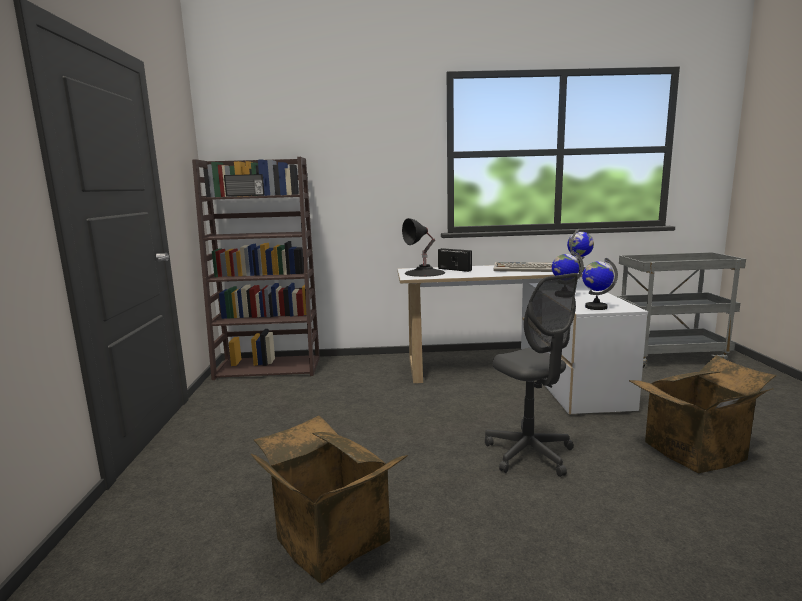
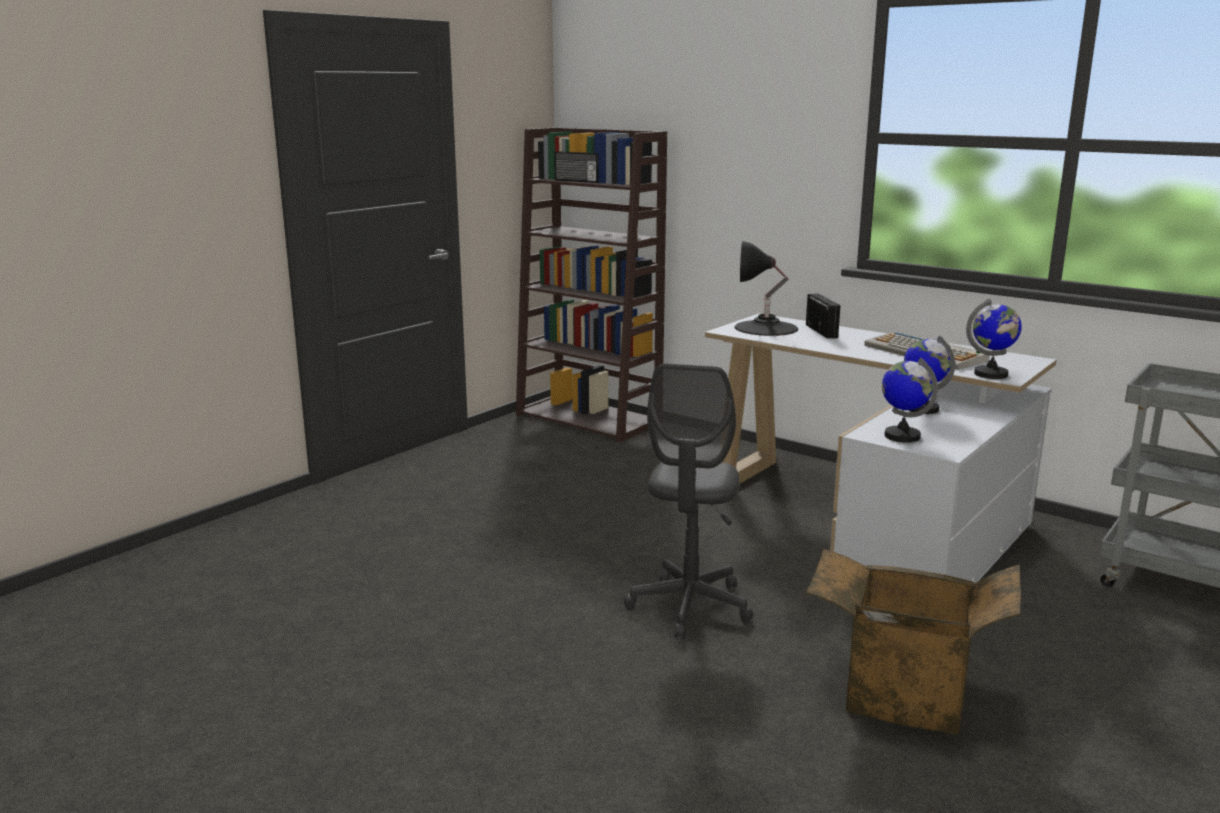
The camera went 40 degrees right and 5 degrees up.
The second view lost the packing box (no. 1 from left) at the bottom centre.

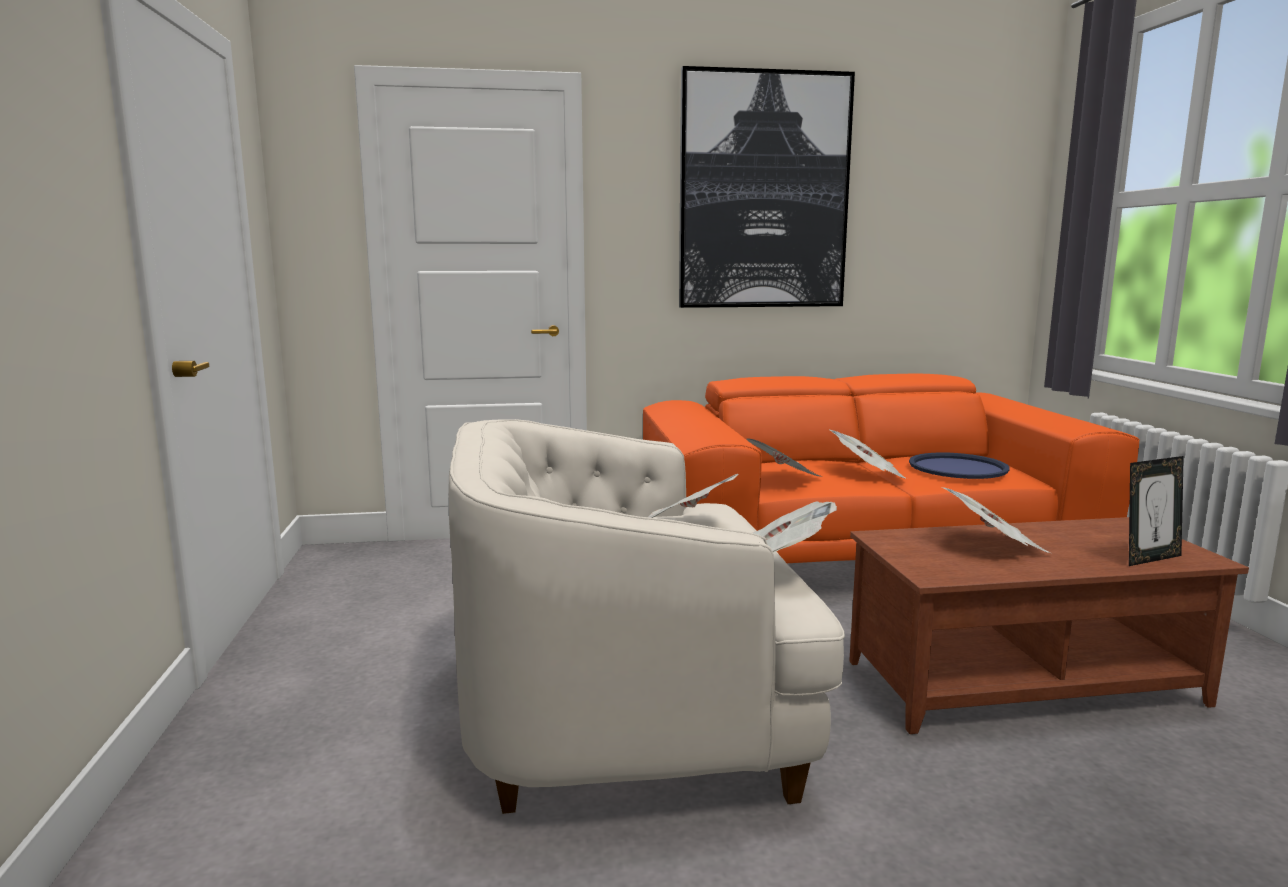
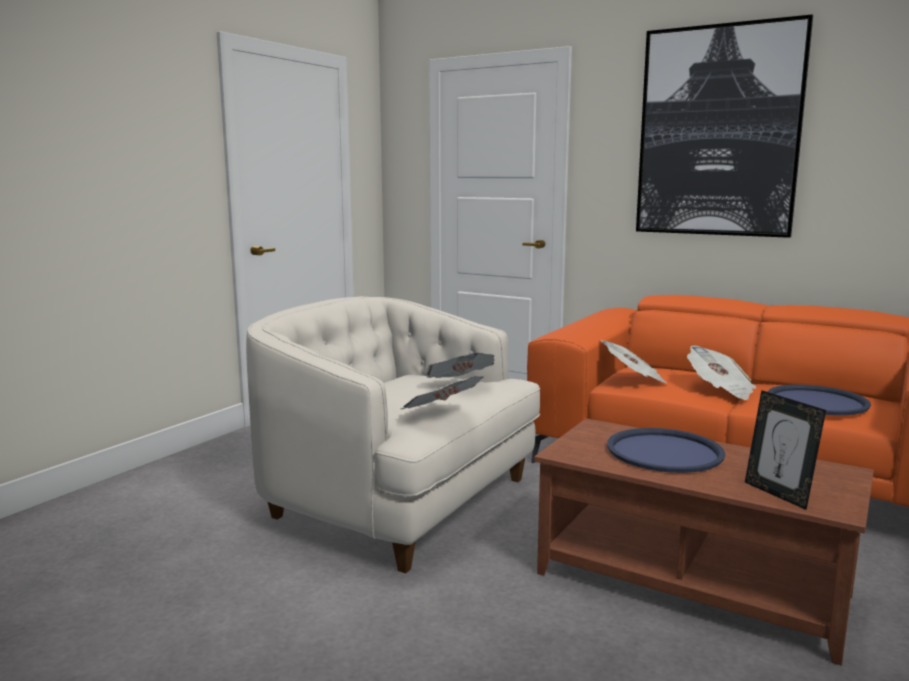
The camera went 40 degrees right and 0 degrees up.
Where the daily paper (no. 5 from left) stood at the middle right, the serving tray (blue-coloured) (no. 1 from left) came to stand at the middle right.
The photo frame at the middle right ended up facing another way, 45 degrees clockwise from before.

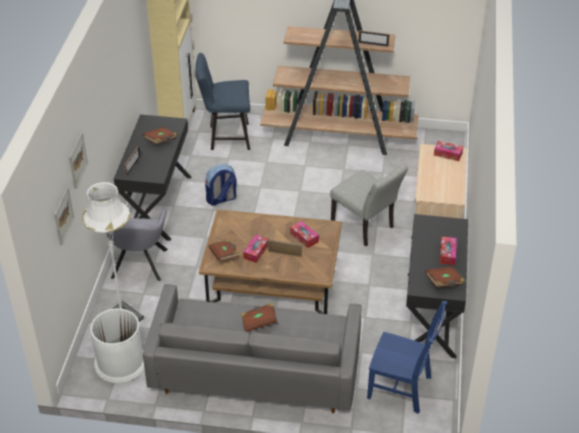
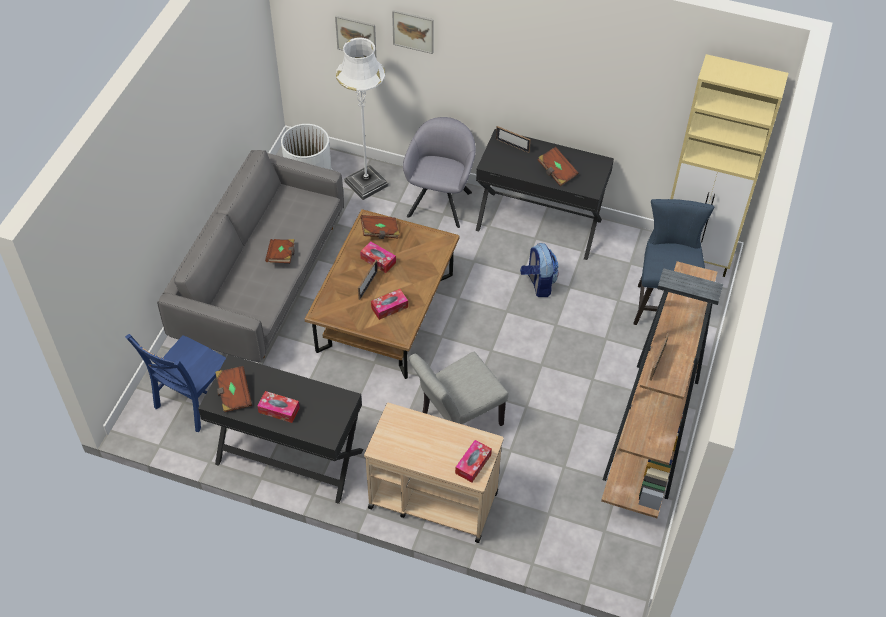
The camera went 100 degrees right and 10 degrees up.
The easy chair (gray) at the middle left ended up facing another way, 90 degrees clockwise from before.

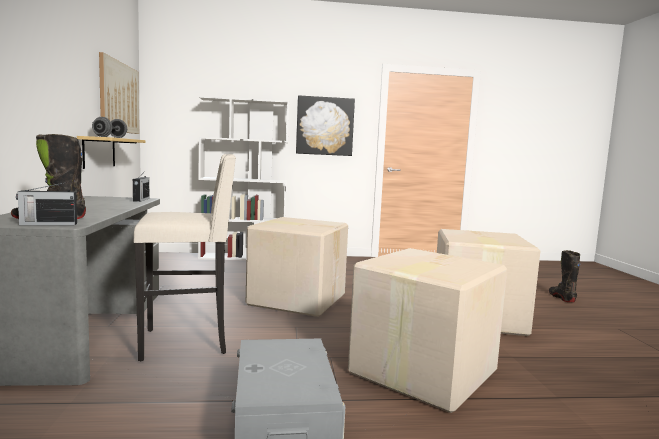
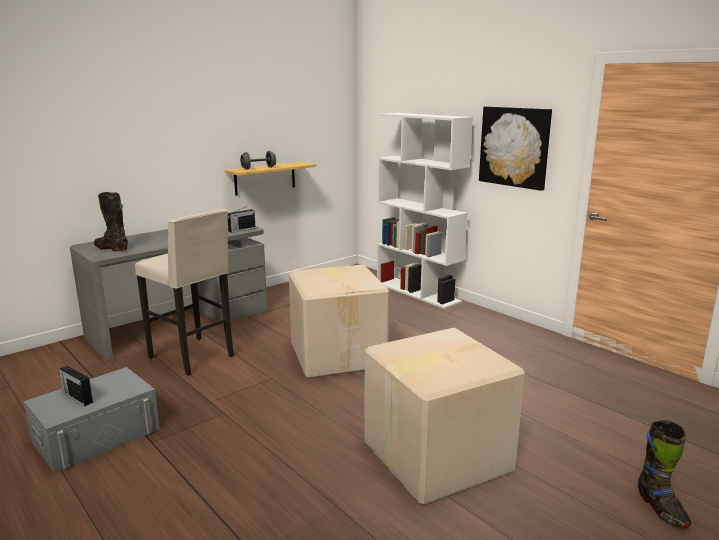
The camera went 55 degrees right and 10 degrees up.
The radio (no. 1 from left) ended up elsewhere, having gone from the middle left to the bottom left.
The boot (black) (no. 2 from left) at the middle right ended up facing another way, 120 degrees clockwise from before.
The second view lost the wall art (no. 1 from left) at the top left.
The second view lost the packing box (no. 2 from left) at the bottom centre.

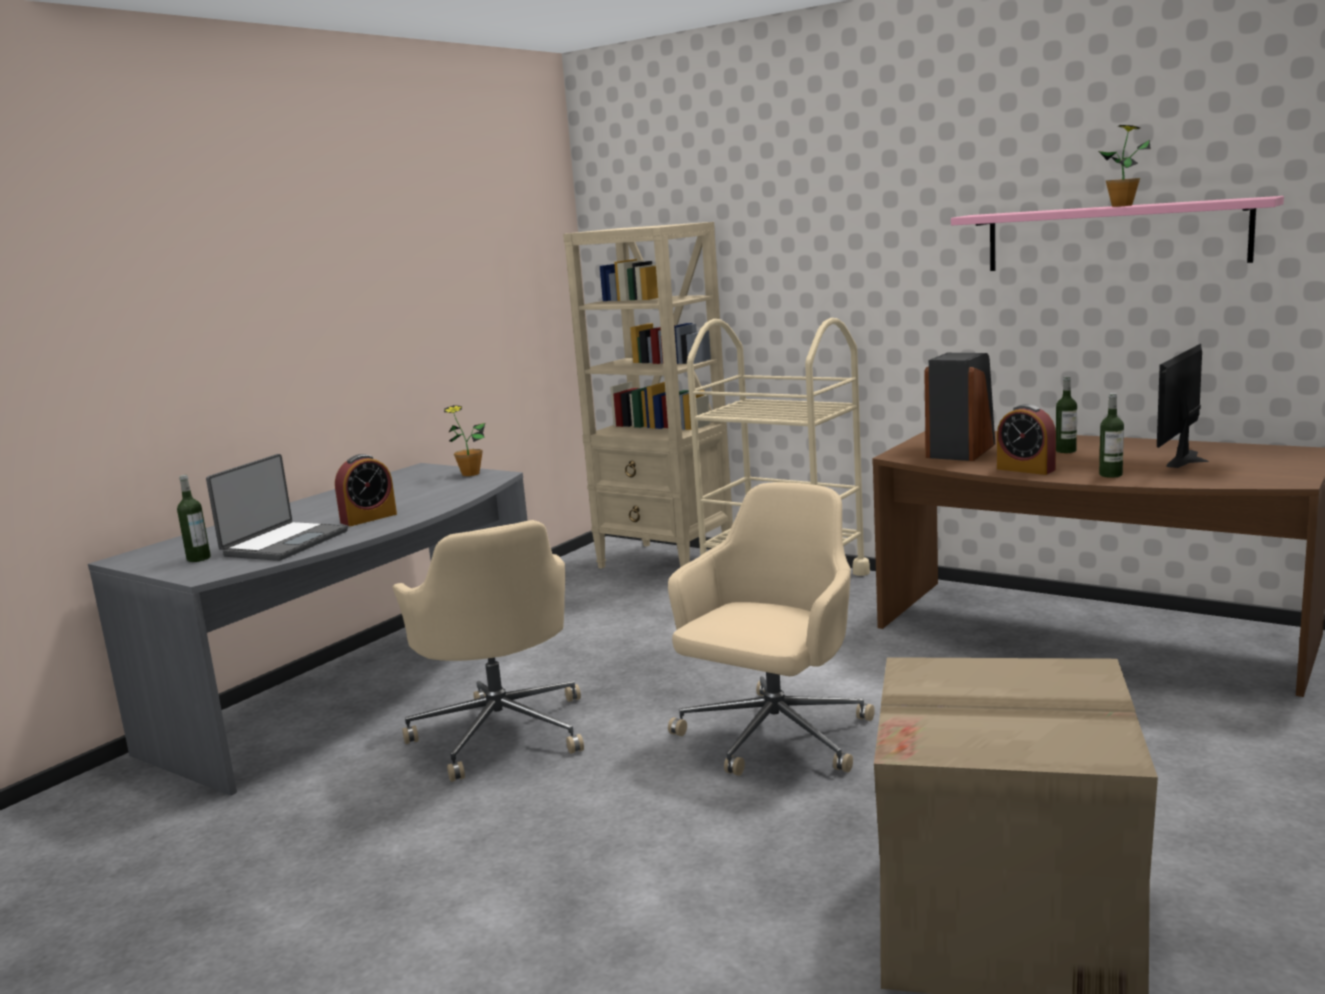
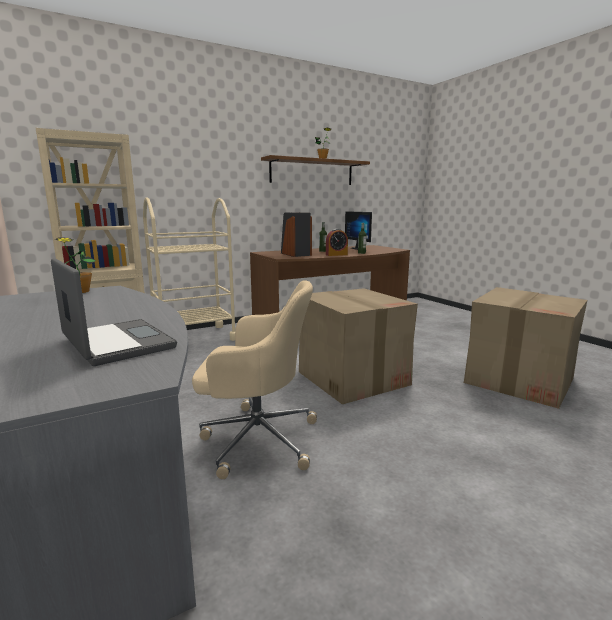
The camera went 65 degrees left and 0 degrees up.
What was the bracket shelf (pink-coloured) at the top right turned into the bracket shelf (brown) at the top centre.
Where the computer chair (sand-coloured) (no. 2 from left) stood at the centre, the packing box (no. 1 from left) came to stand at the centre.
The second view lost the drink bottle (no. 1 from left) at the middle left.
The second view lost the table clock (no. 1 from left) at the middle left.

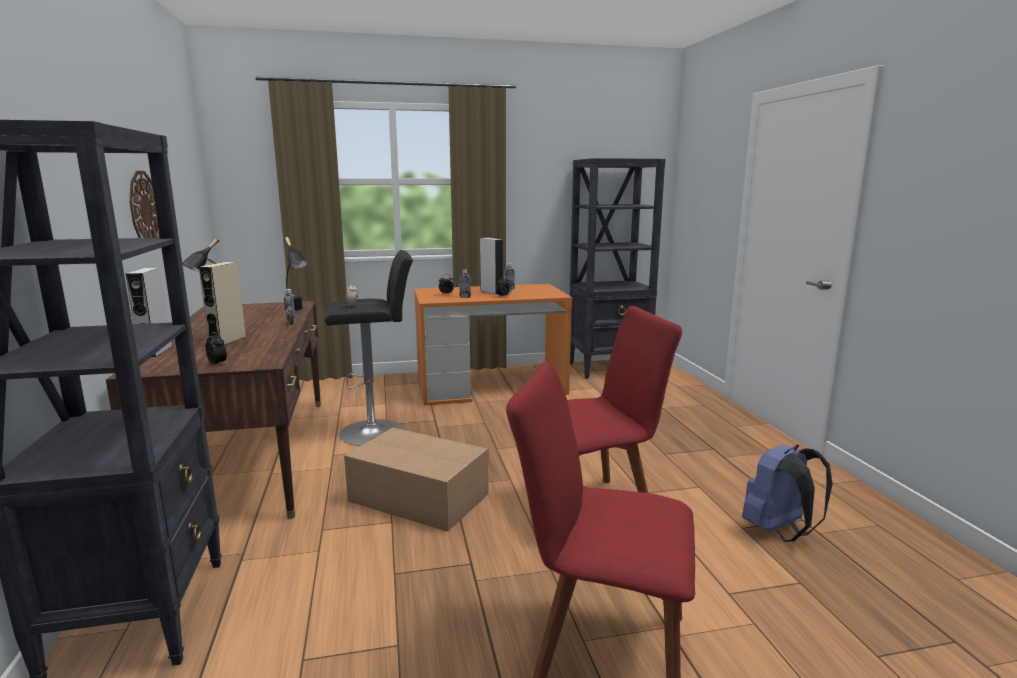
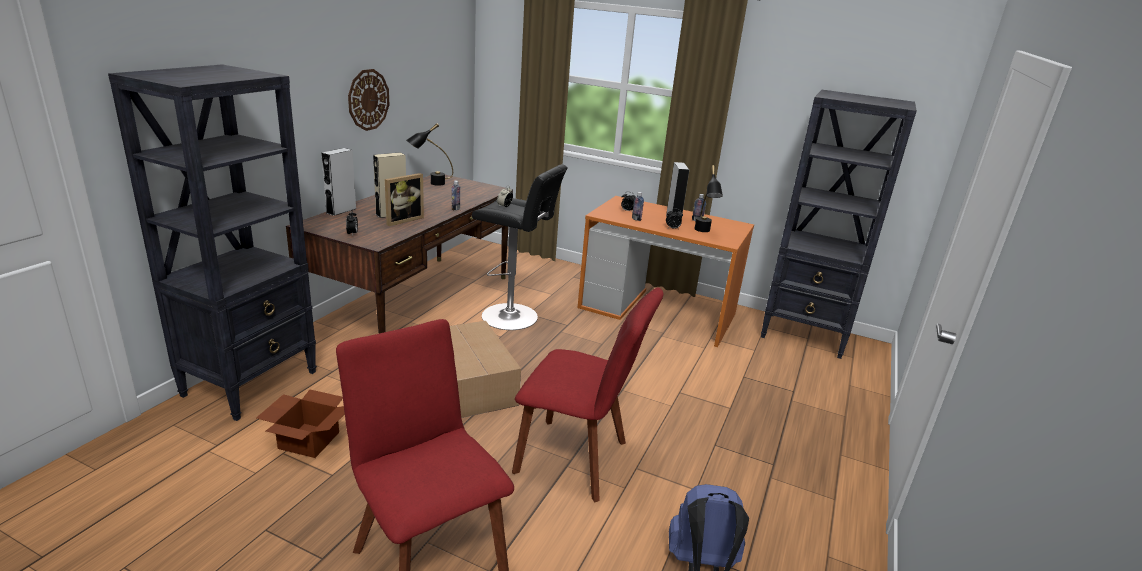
The camera went 35 degrees right and 10 degrees up.
The second view gained the packing box (no. 1 from left) at the bottom left.
The second view gained the photo frame at the centre.
The tabletop lamp (black) (no. 2 from left) ended up elsewhere, having gone from the middle left to the centre.

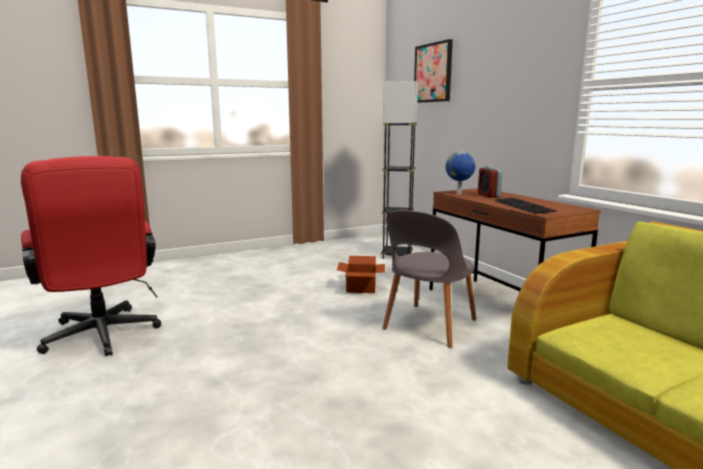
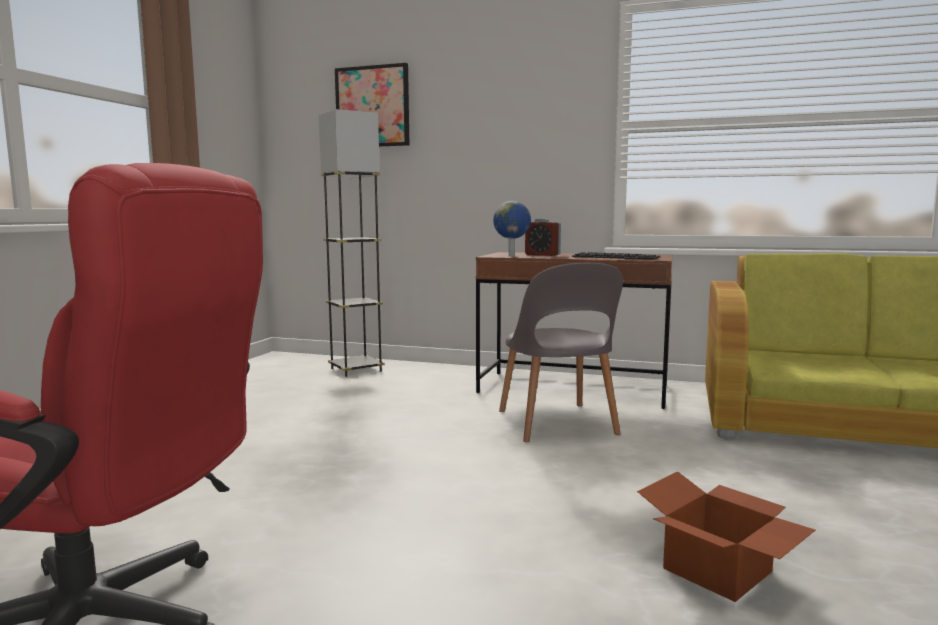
The camera went 45 degrees left and 5 degrees down.
The packing box ended up elsewhere, having gone from the centre to the bottom right.

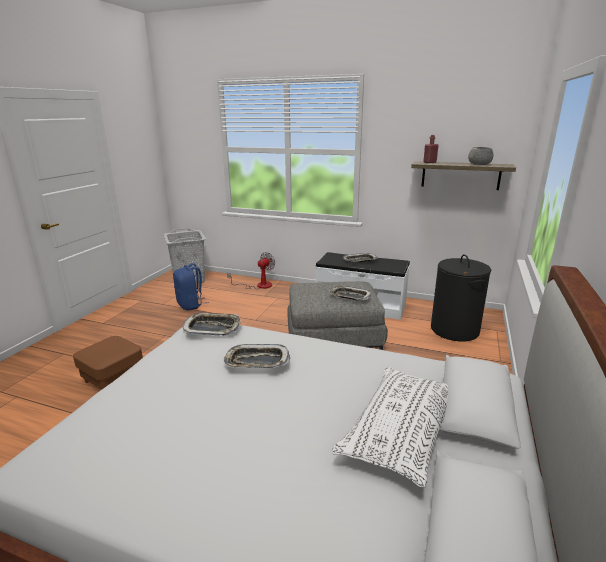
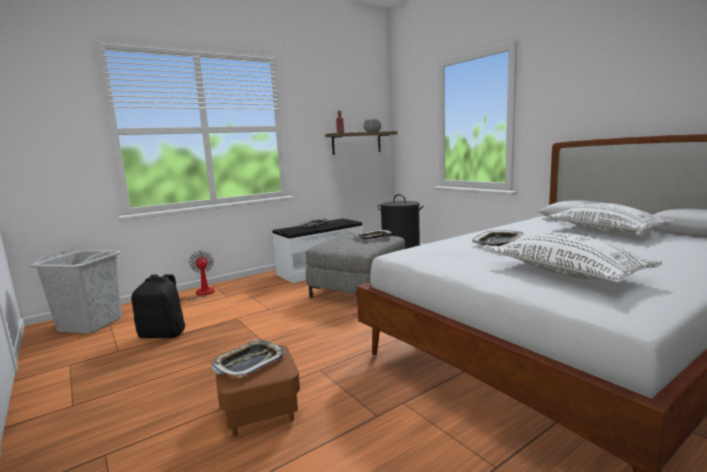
The camera went 55 degrees left and 10 degrees down.
What was the rucksack (blue-coloured) at the middle left turned into the rucksack (black) at the middle left.
The serving tray (no. 1 from left) ended up elsewhere, having gone from the centre to the bottom centre.
The second view gained the cushion (whitish) (no. 1 from left) at the middle right.

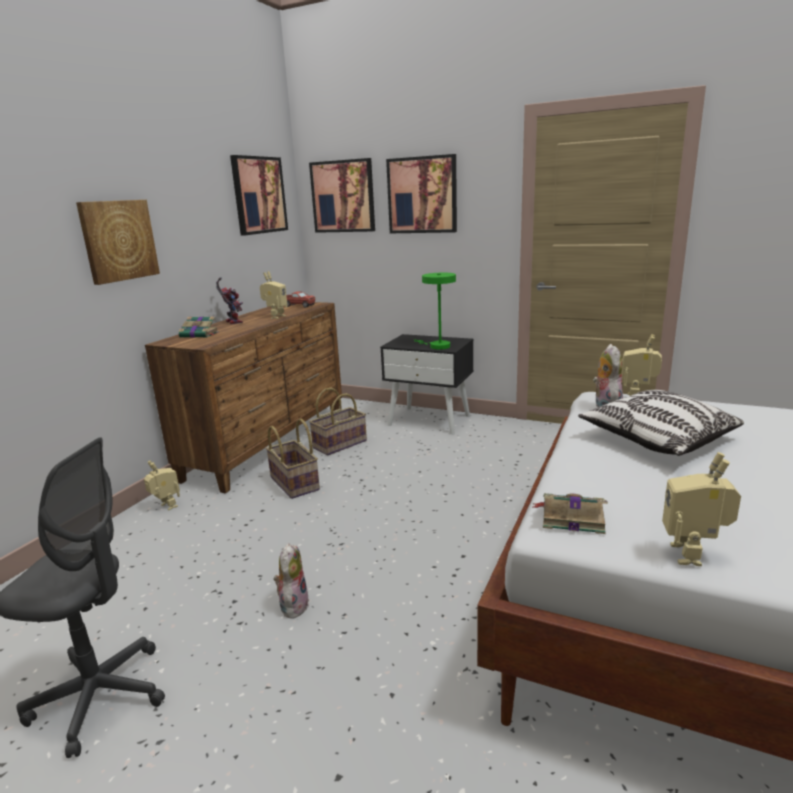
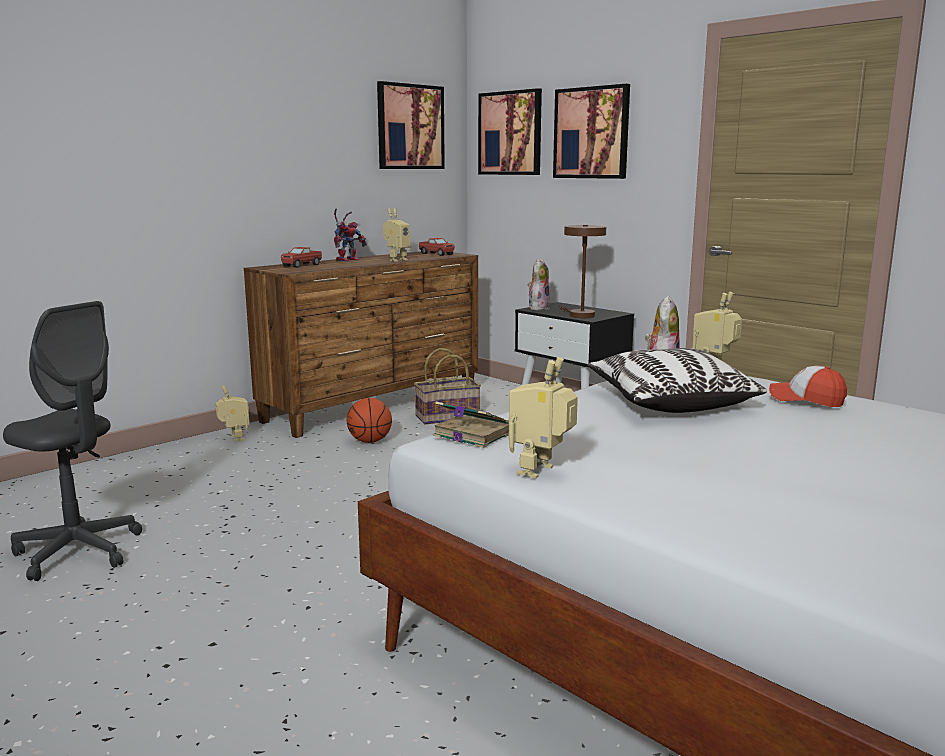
The camera went 20 degrees right and 5 degrees down.
Where the bound book (no. 1 from left) stood at the middle left, the toy truck (no. 1 from left) came to stand at the middle left.
The toy robot (no. 2 from left) at the middle left ended up facing another way, 45 degrees clockwise from before.
Where the basket (no. 1 from left) stood at the centre, the basketball ball came to stand at the centre.
The cuddly toy (no. 1 from left) ended up elsewhere, having gone from the bottom centre to the centre.
What was the tabletop lamp (greenish) at the centre turned into the tabletop lamp (brown) at the centre.
The second view gained the cap at the middle right.
The second view lost the wall art (no. 1 from left) at the top left.

